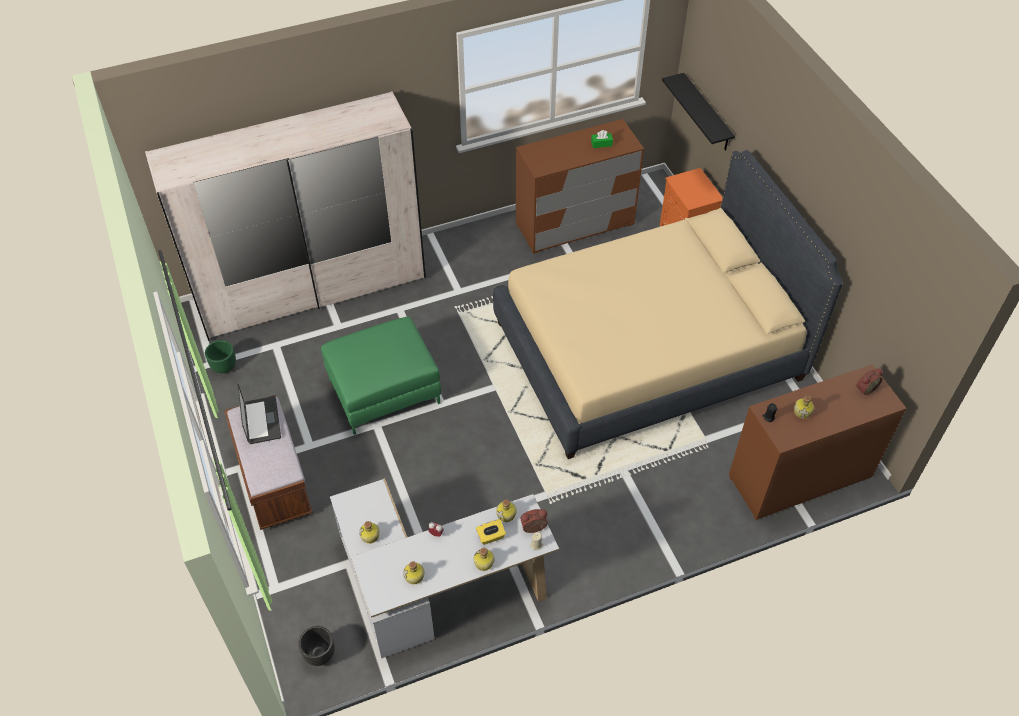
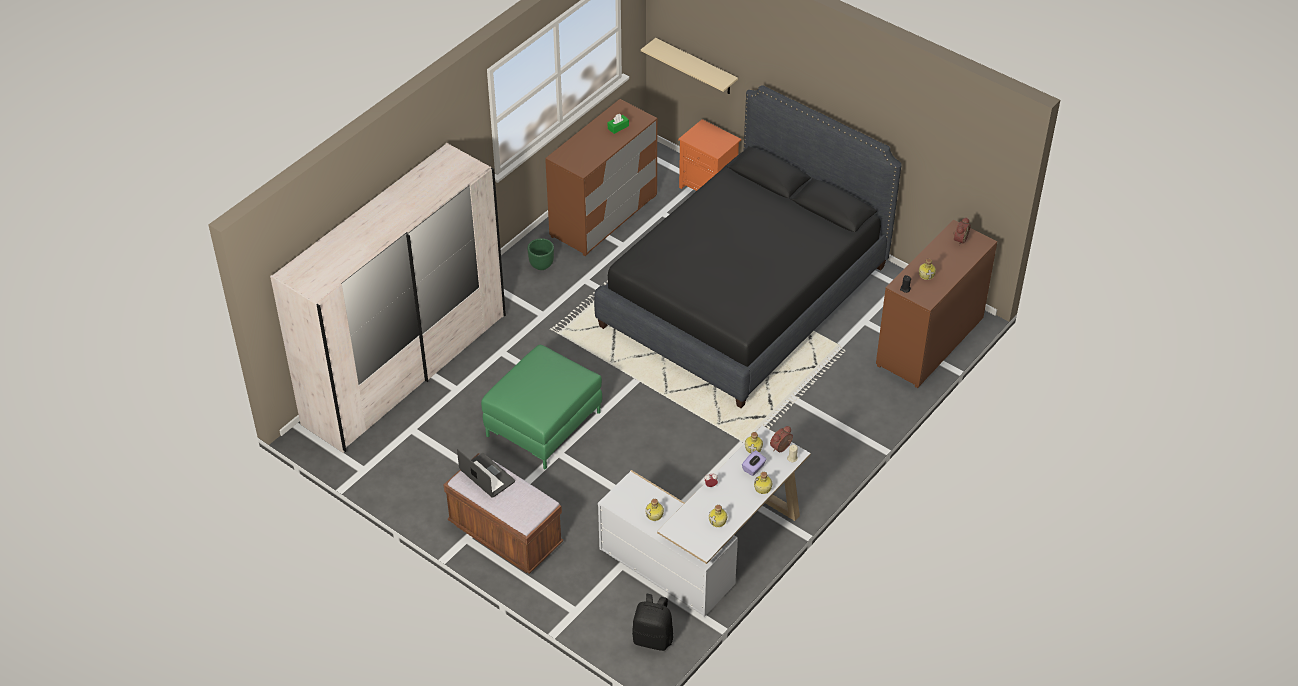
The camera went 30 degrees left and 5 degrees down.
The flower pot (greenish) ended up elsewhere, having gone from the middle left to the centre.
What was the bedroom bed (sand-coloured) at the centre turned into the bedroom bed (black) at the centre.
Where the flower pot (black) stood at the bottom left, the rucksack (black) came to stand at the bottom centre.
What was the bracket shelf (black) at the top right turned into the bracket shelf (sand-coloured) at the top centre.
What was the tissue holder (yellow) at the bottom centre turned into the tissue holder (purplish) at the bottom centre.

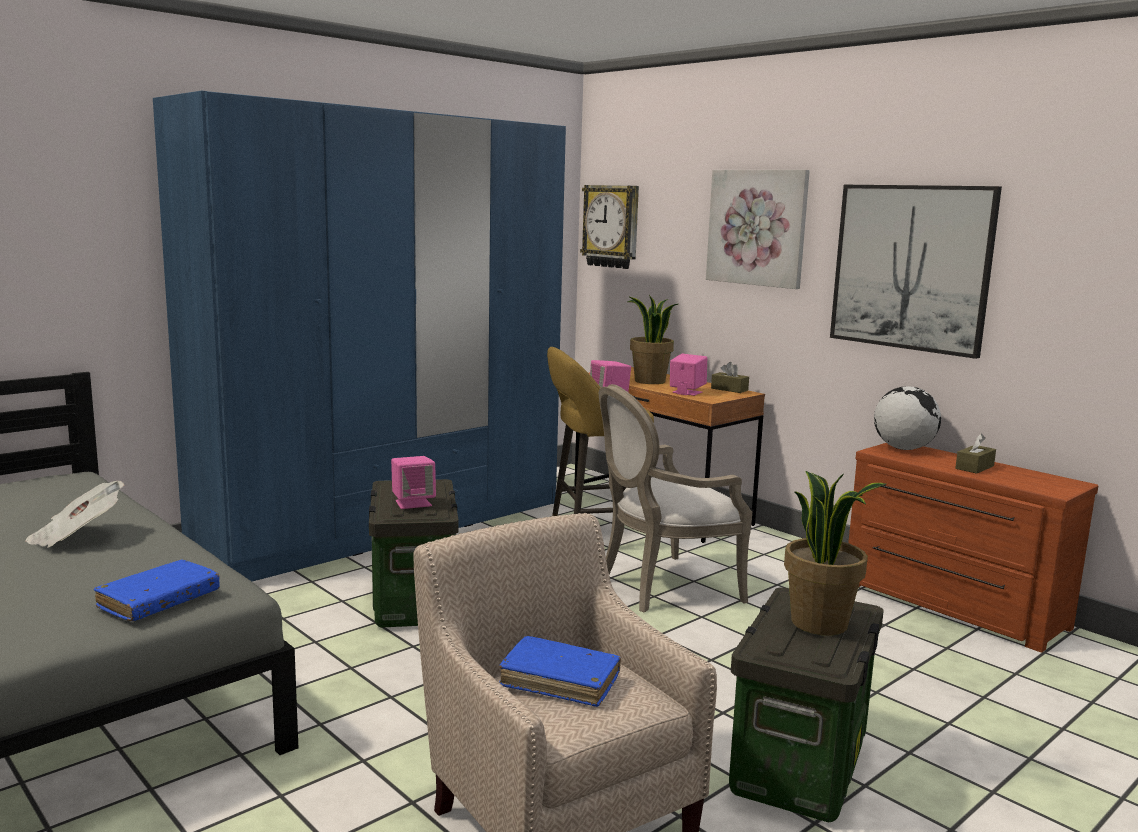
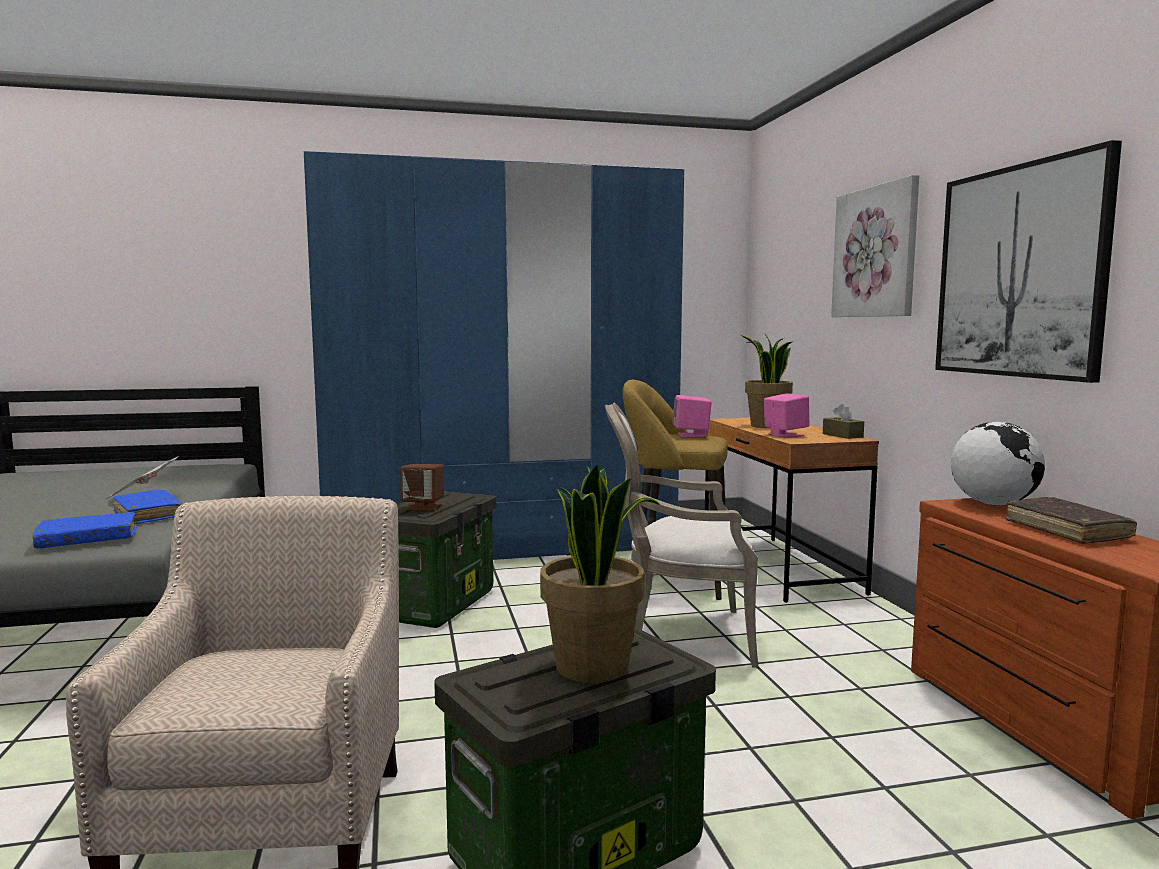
The camera went 30 degrees right and 5 degrees down.
The bound book (blue-coloured) (no. 2 from left) ended up elsewhere, having gone from the bottom centre to the middle left.
What was the loudspeaker (pink-coloured) (no. 1 from left) at the centre turned into the loudspeaker (brown) at the centre.
Where the tissue holder (brown) (no. 2 from left) stood at the middle right, the bound book (brown) came to stand at the middle right.
The second view lost the wall clock at the top centre.

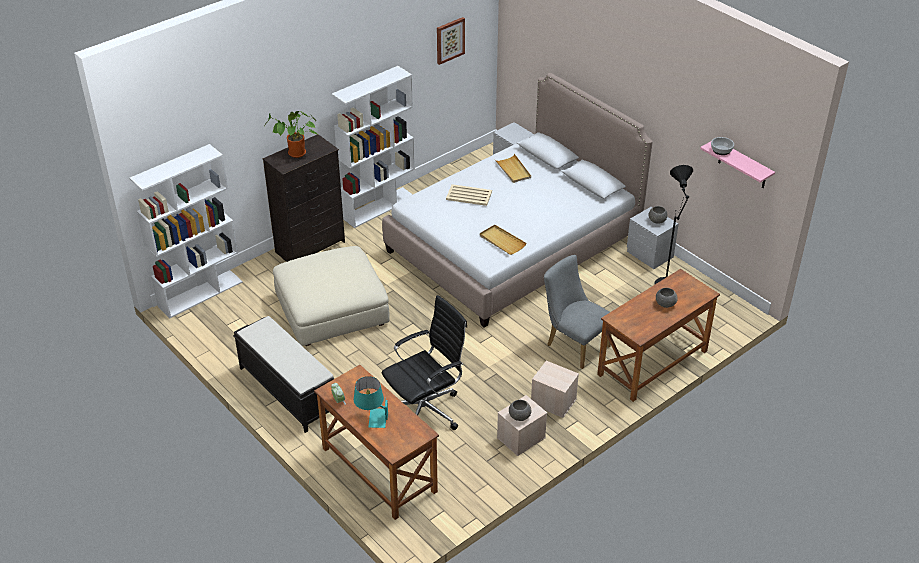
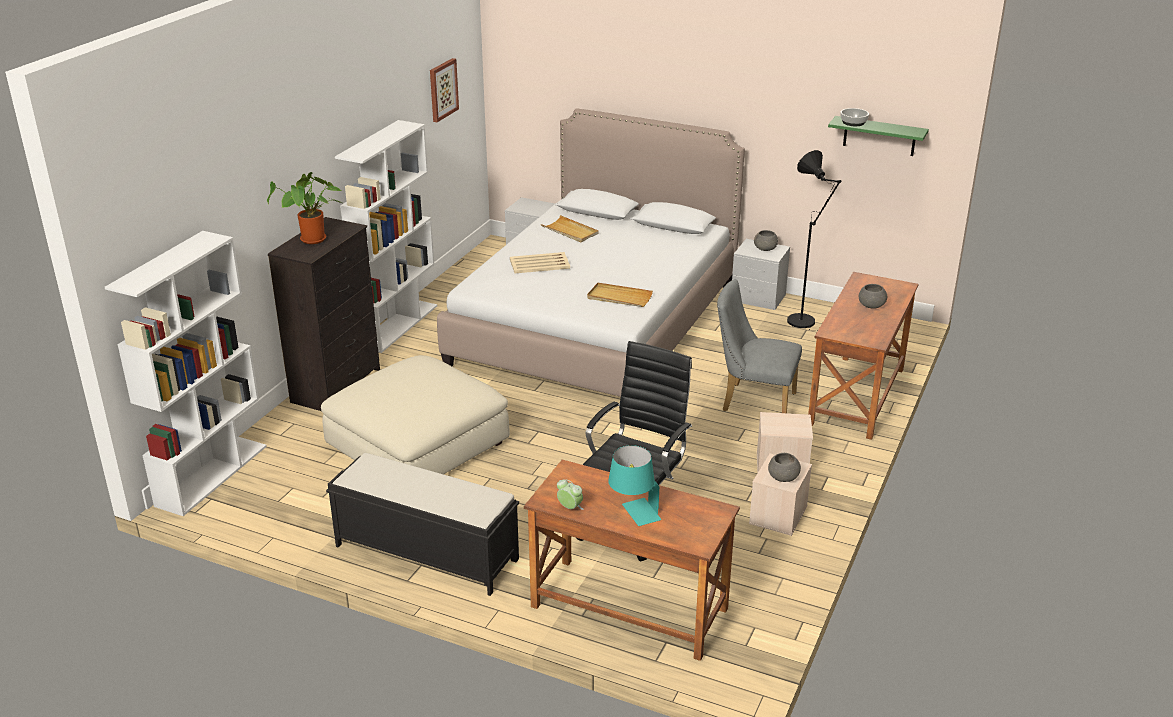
The camera went 25 degrees left and 10 degrees down.
What was the bracket shelf (pink-coloured) at the top right turned into the bracket shelf (greenish) at the top right.

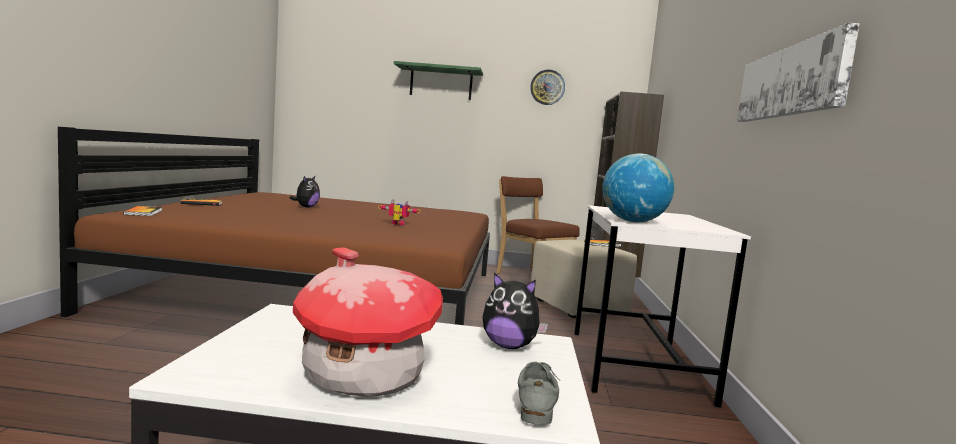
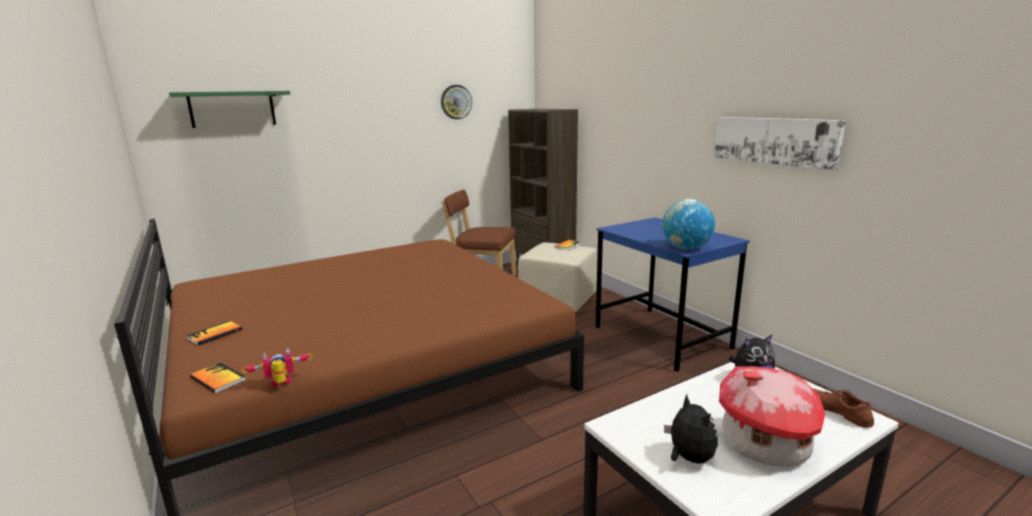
The camera went 35 degrees left and 10 degrees up.
The bracket shelf (greenish) ended up elsewhere, having gone from the top centre to the top left.
The toy robot ended up elsewhere, having gone from the centre to the bottom left.
What was the desk unit (whitish) at the bottom right turned into the desk unit (blue-coloured) at the centre.
The cuddly toy (no. 1 from left) ended up elsewhere, having gone from the middle left to the bottom right.
What was the shoe (gray) at the bottom centre turned into the shoe (brown) at the bottom right.

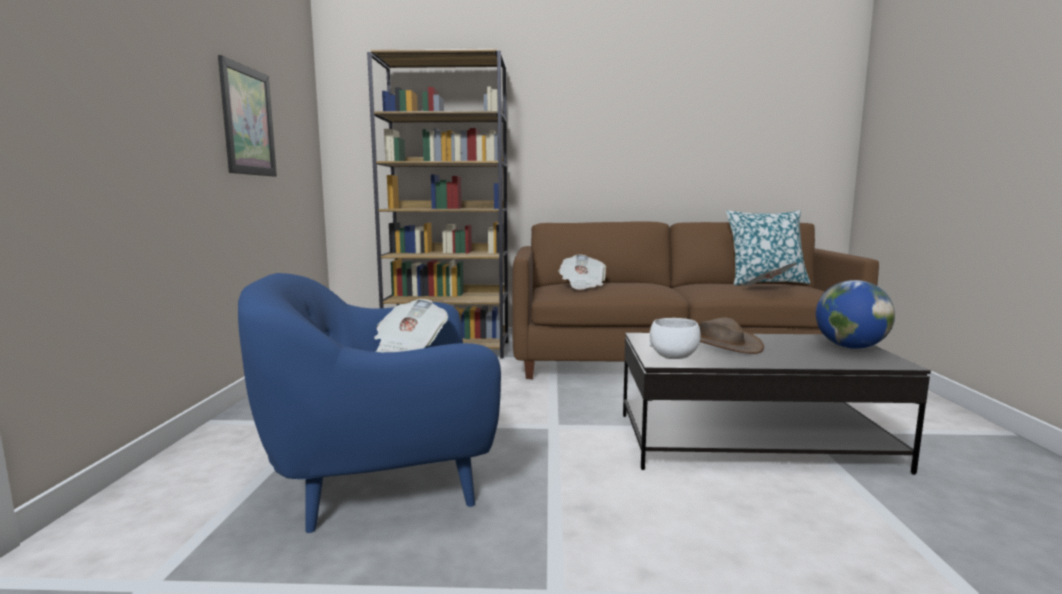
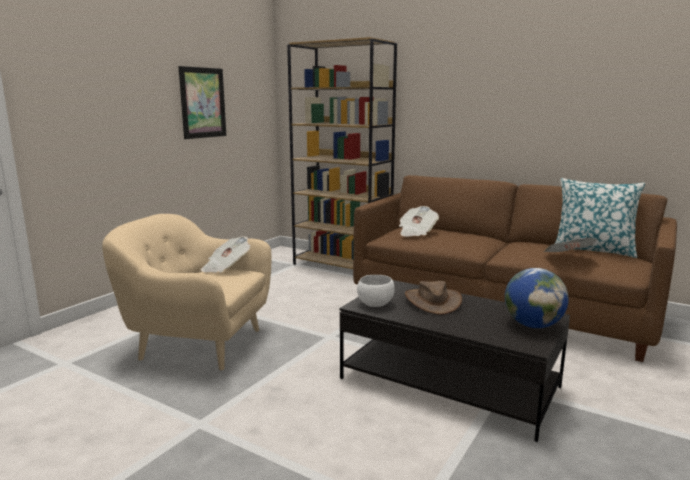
The camera went 30 degrees right and 5 degrees up.
What was the easy chair (blue-coloured) at the bottom centre turned into the easy chair (sand-coloured) at the middle left.

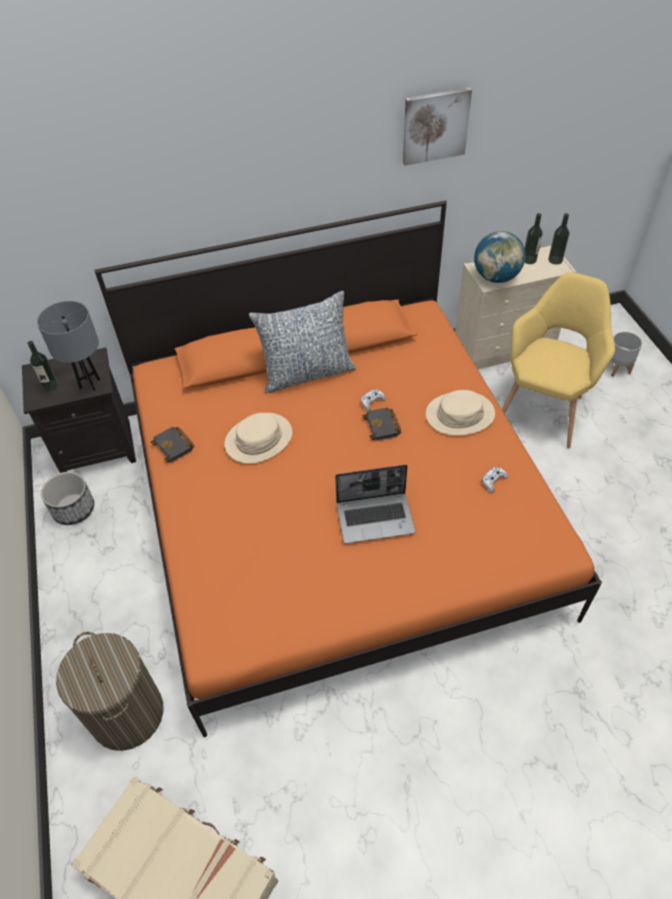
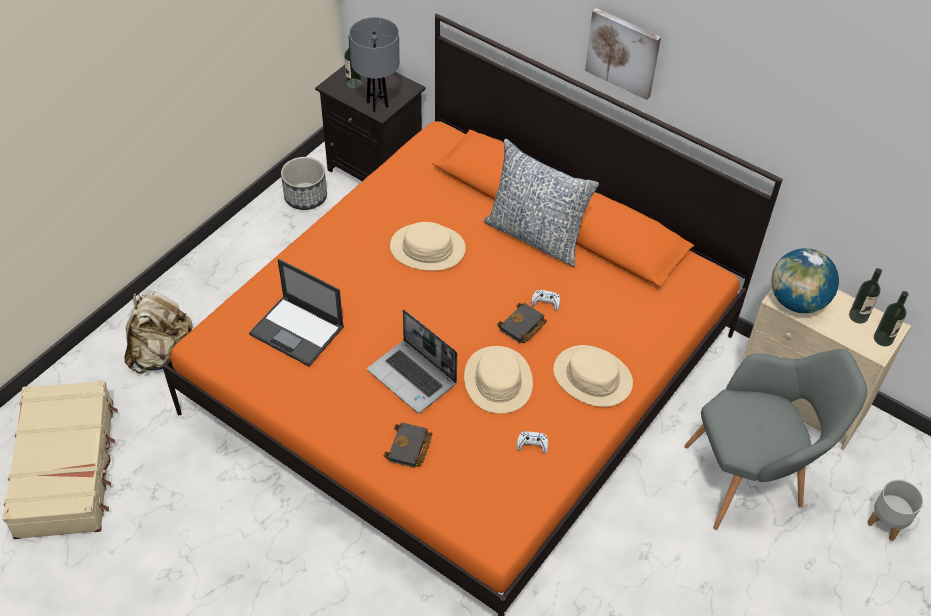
The camera went 50 degrees right and 0 degrees up.
Where the laundry basket stood at the bottom left, the rucksack (sand-coloured) came to stand at the middle left.
The second view gained the portable computer (no. 1 from left) at the middle left.
The bound book (black) (no. 1 from left) ended up elsewhere, having gone from the middle left to the bottom centre.
The second view gained the clothing hat (sand-coloured) (no. 2 from left) at the centre.
The wall art ended up elsewhere, having gone from the top centre to the top right.
What was the easy chair (yellow) at the middle right turned into the easy chair (gray) at the bottom right.

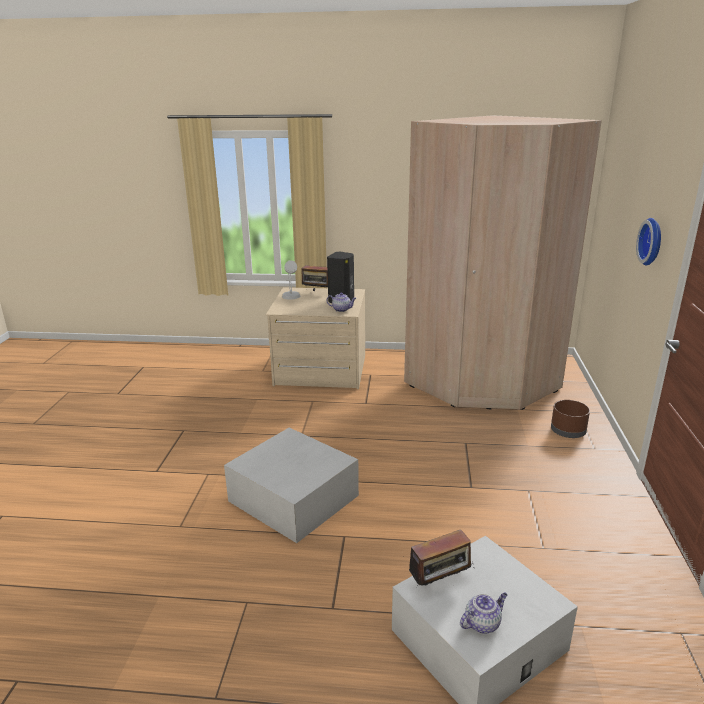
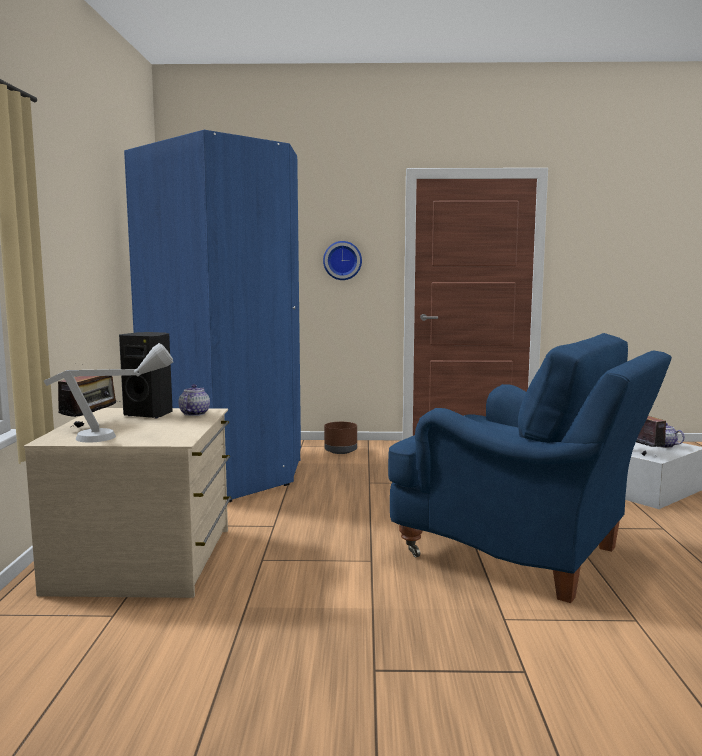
The camera went 95 degrees left and 15 degrees down.
What was the clothes cupboard (sand-coloured) at the middle right turned into the clothes cupboard (blue-coloured) at the middle left.
Where the storage bin (whitish) (no. 1 from left) stood at the bottom centre, the easy chair (blue-coloured) came to stand at the middle right.

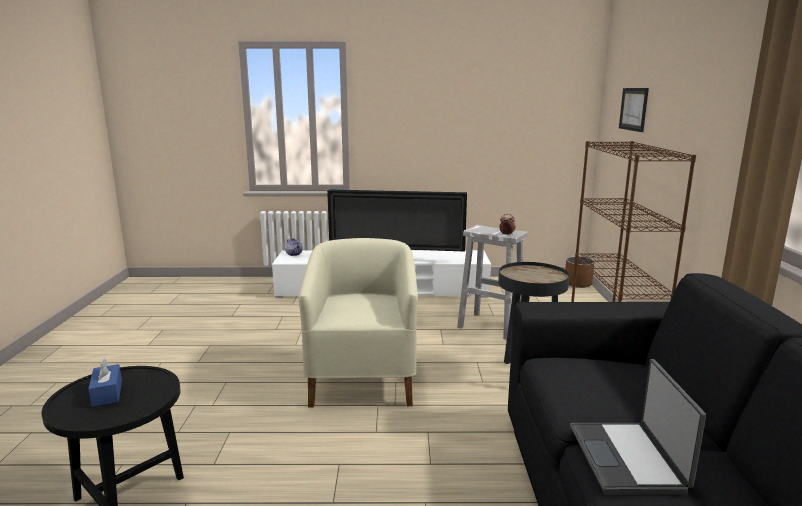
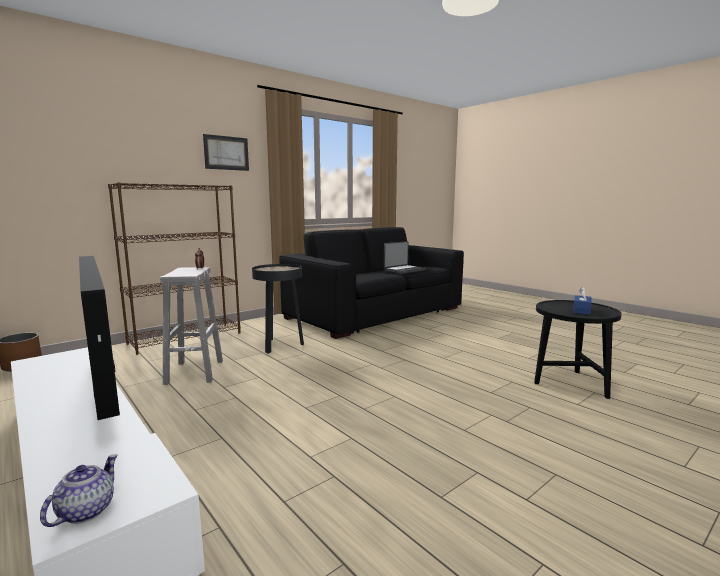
The camera went 130 degrees left and 5 degrees down.
The wall art ended up elsewhere, having gone from the top right to the top left.
The second view lost the easy chair (sand-coloured) at the centre.

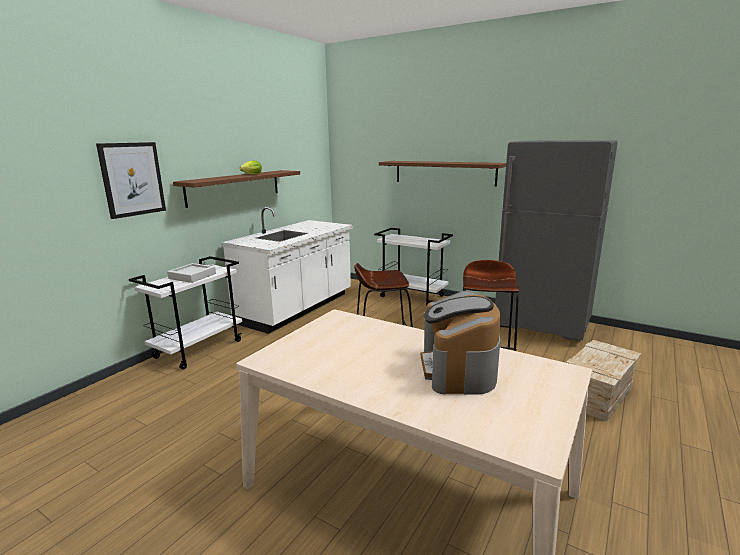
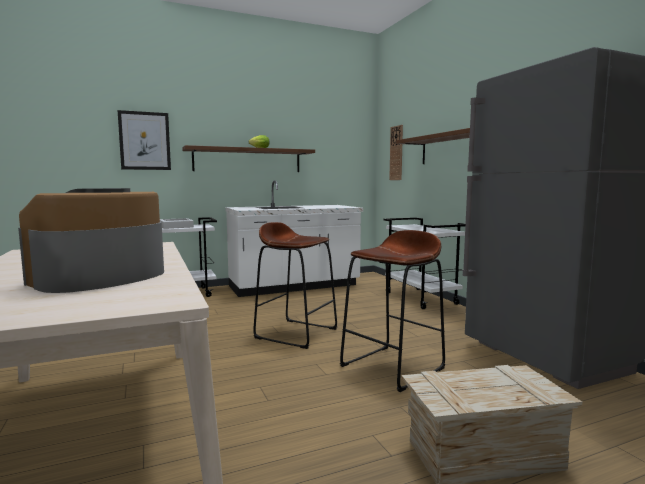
The camera went 35 degrees right and 10 degrees down.
The second view gained the wall clock at the top centre.

